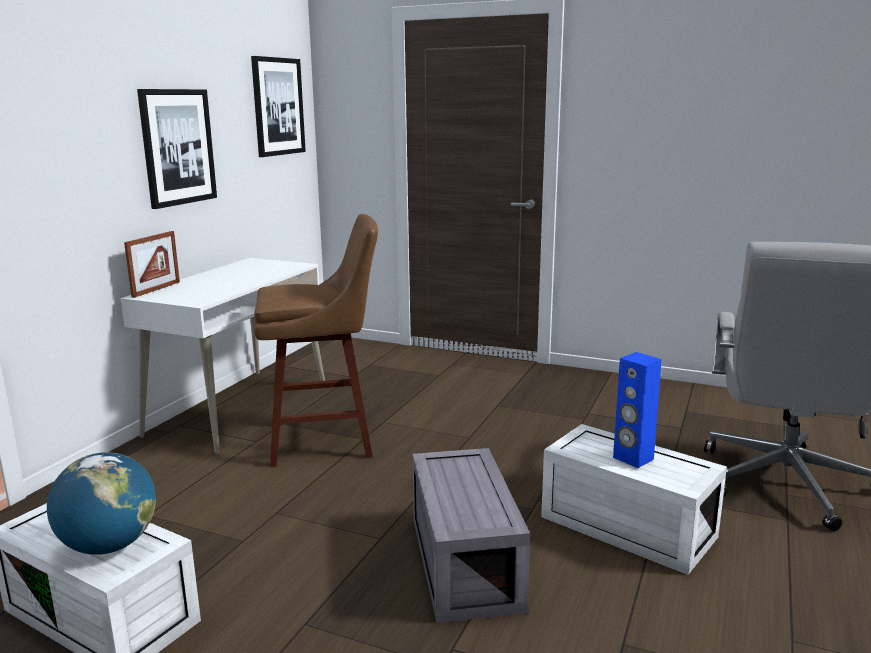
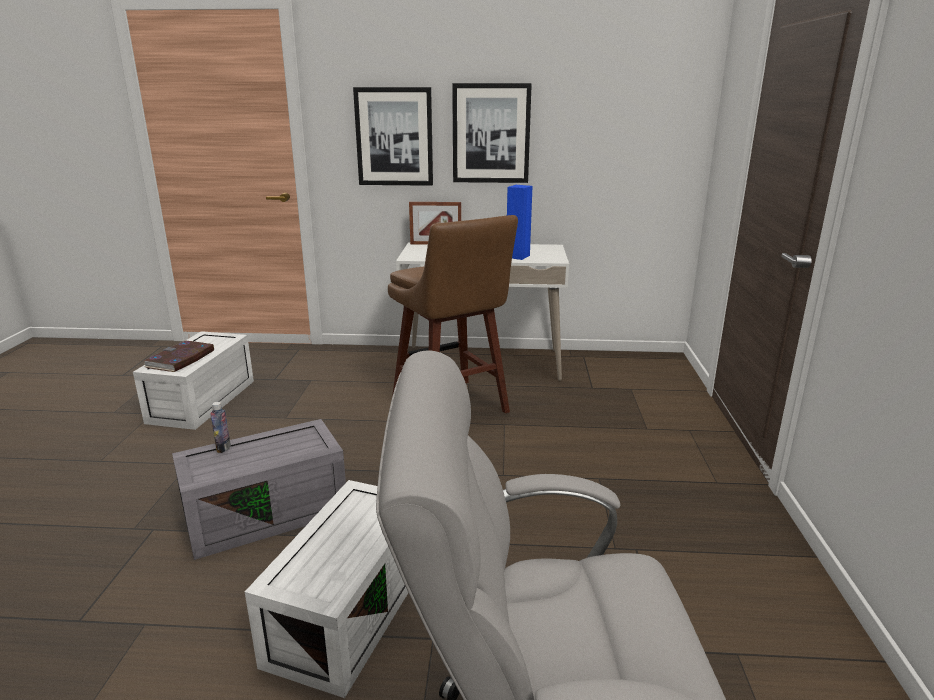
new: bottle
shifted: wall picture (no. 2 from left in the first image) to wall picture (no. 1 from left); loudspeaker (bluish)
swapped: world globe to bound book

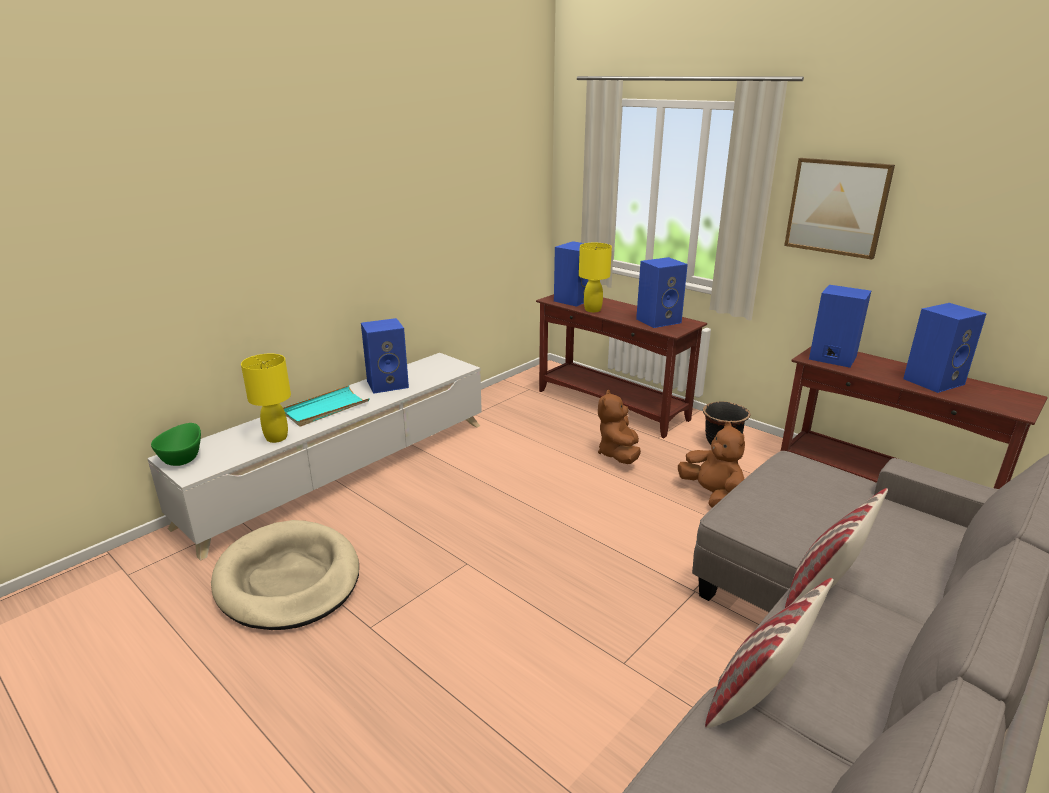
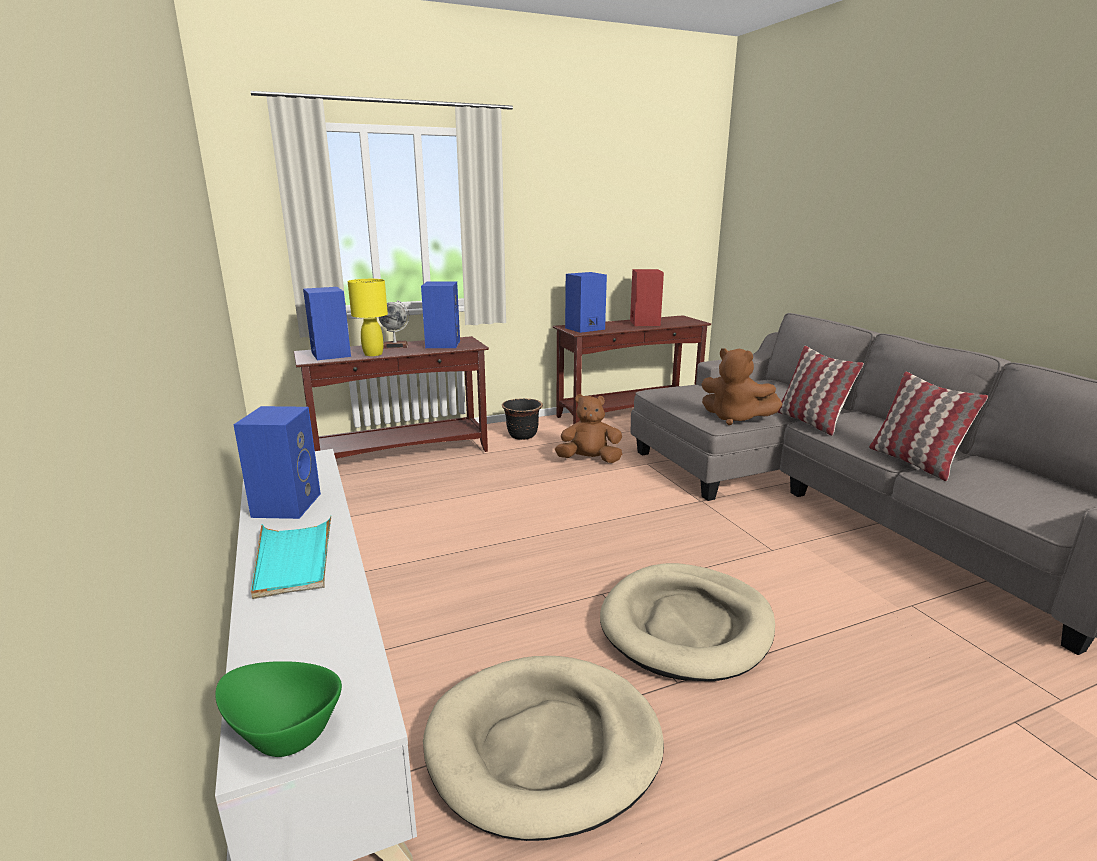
gone: table lamp (yellow) (no. 1 from left); wall picture
new: world globe; dog bed (sand-coloured) (no. 2 from left)
shifted: cuddly toy (brown) (no. 1 from left in the first image) to cuddly toy (brown) (no. 2 from left)
repainted: loudspeaker (bluish) (no. 5 from left) to loudspeaker (red-coloured)

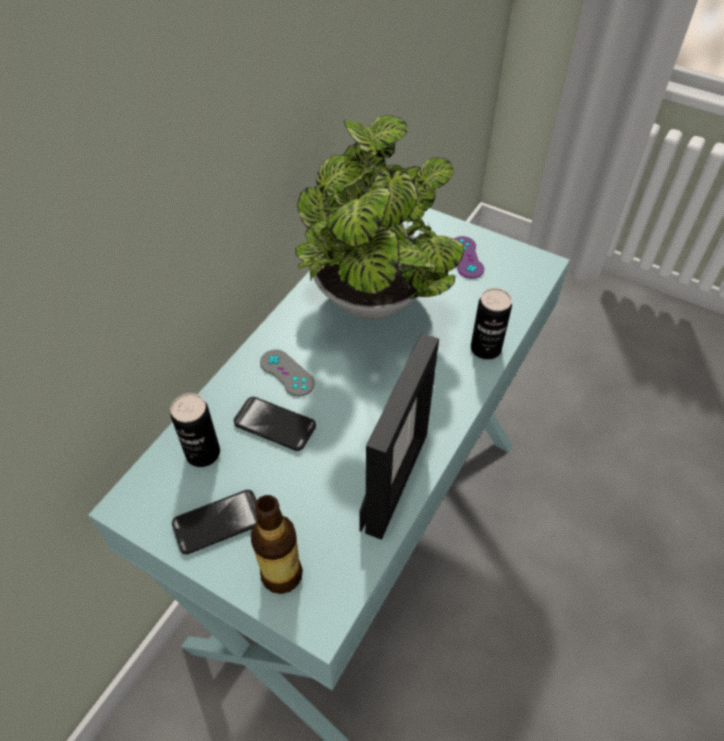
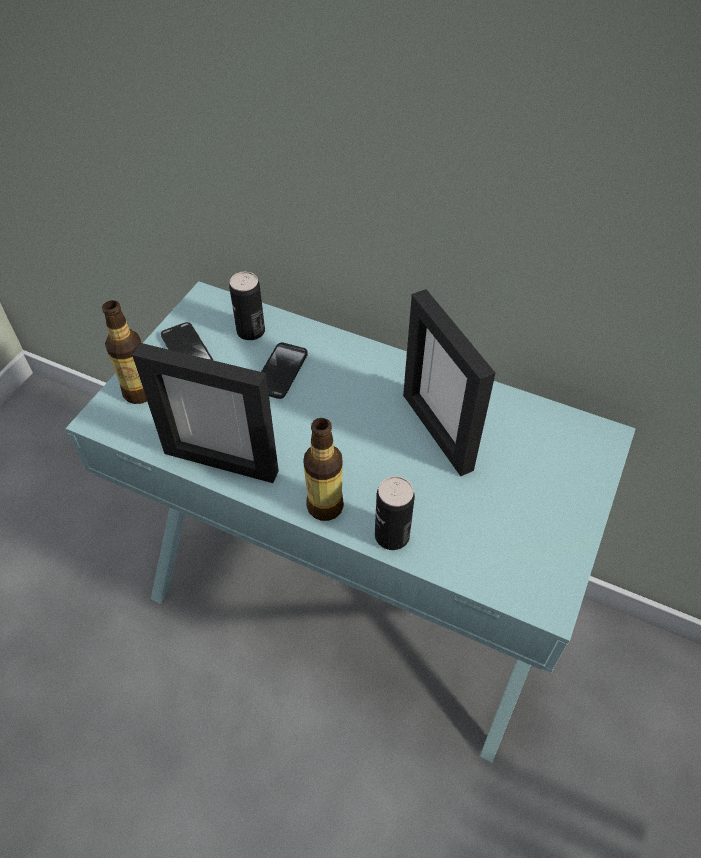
gone: joypad (grey); joypad (purple-coloured)
new: bottle (no. 2 from left)
swapped: houseplant to picture frame (no. 2 from left)

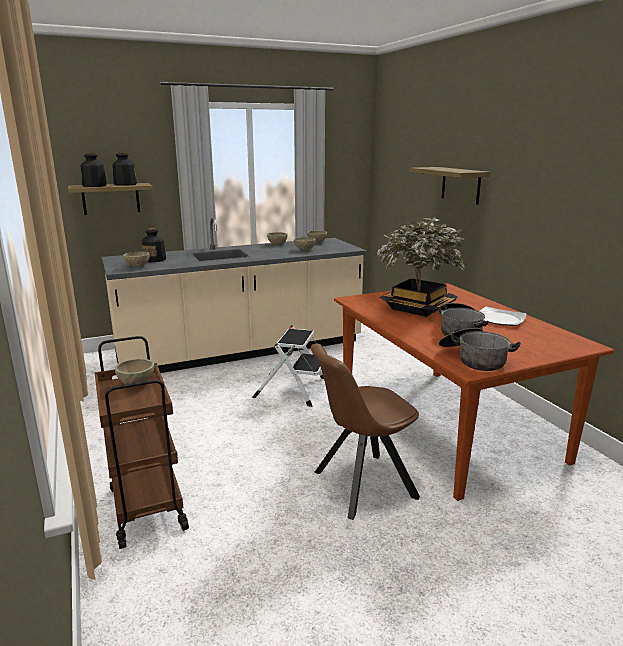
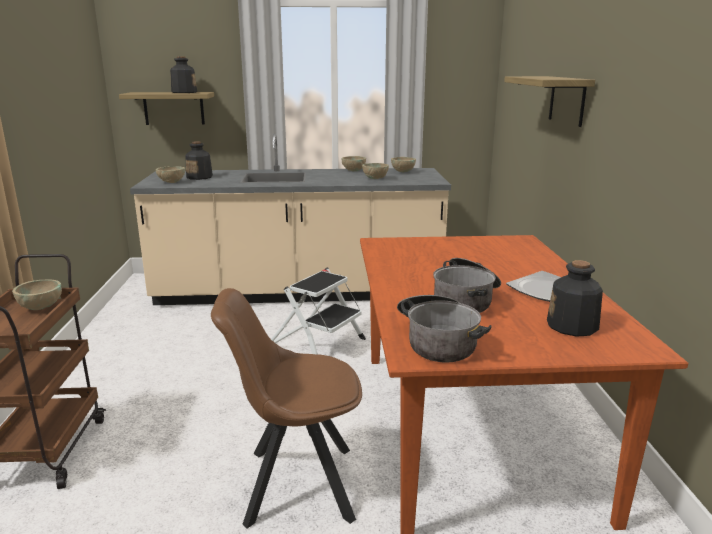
gone: houseplant
shifted: bottle (no. 1 from left in the first image) to bottle (no. 3 from left)

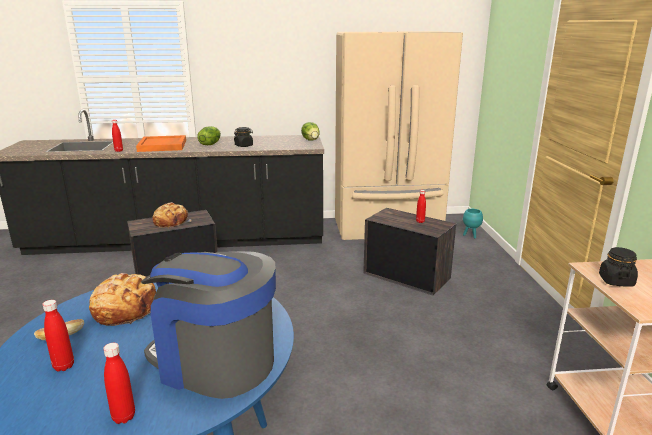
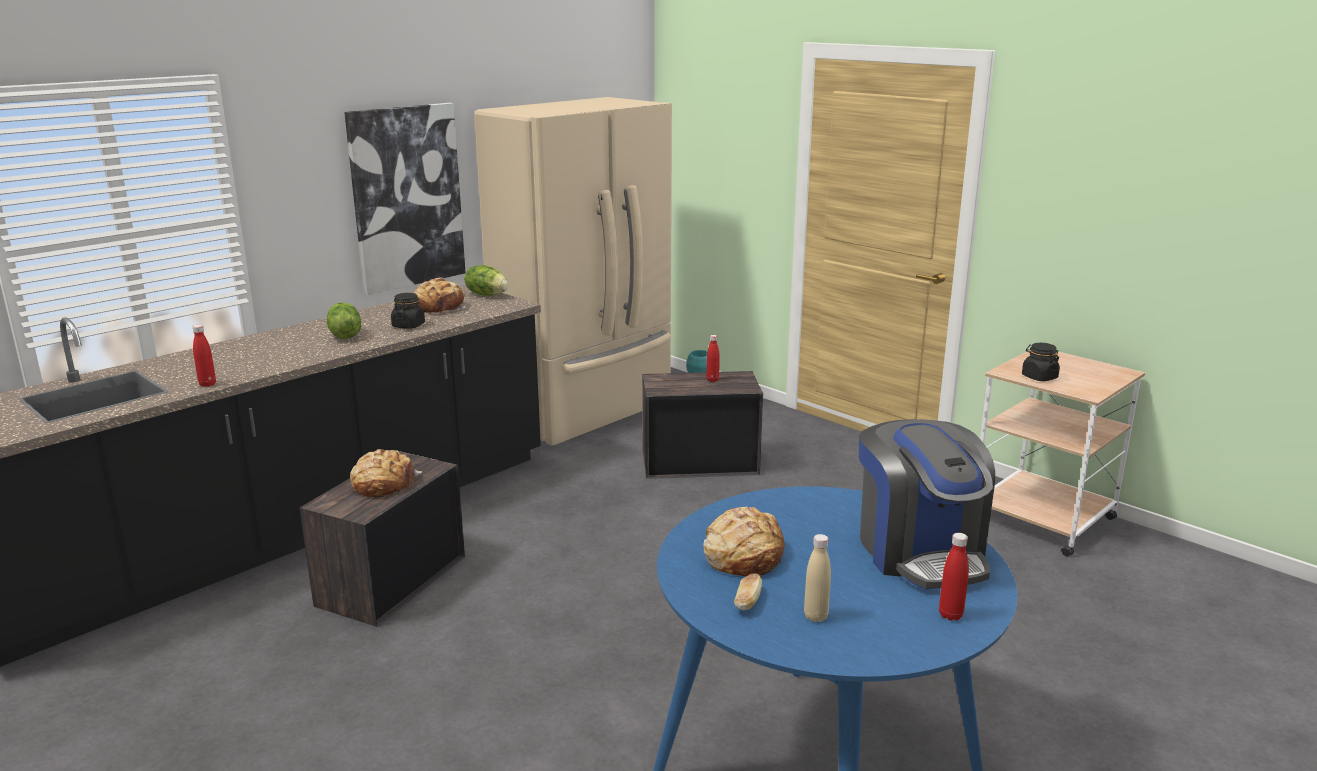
gone: tray (orangey)
new: wall picture; bakery bread (no. 2 from left)
repainted: bottle (red-coloured) (no. 1 from left) to bottle (sand-coloured)
rotated: coffee machine 90 degrees counterclockwise

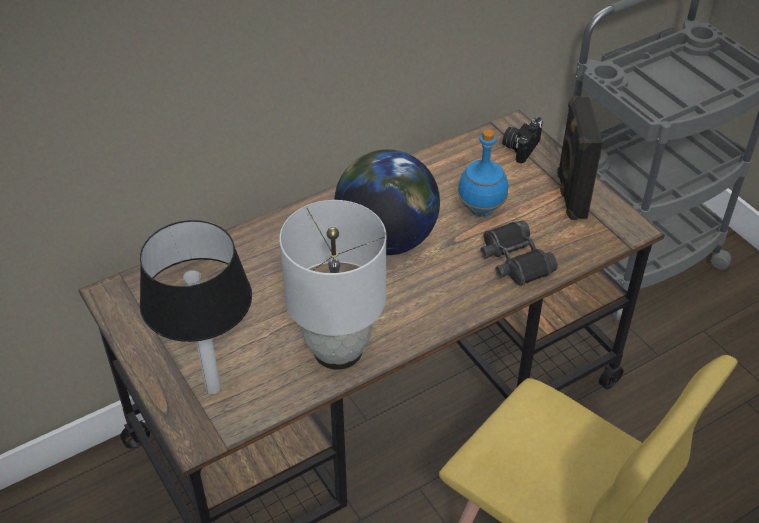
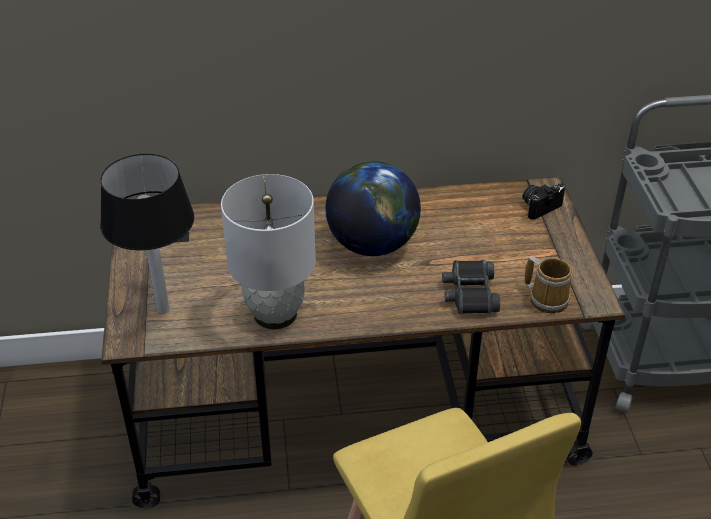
gone: bottle (bluish); loudspeaker (black)
new: tea mug

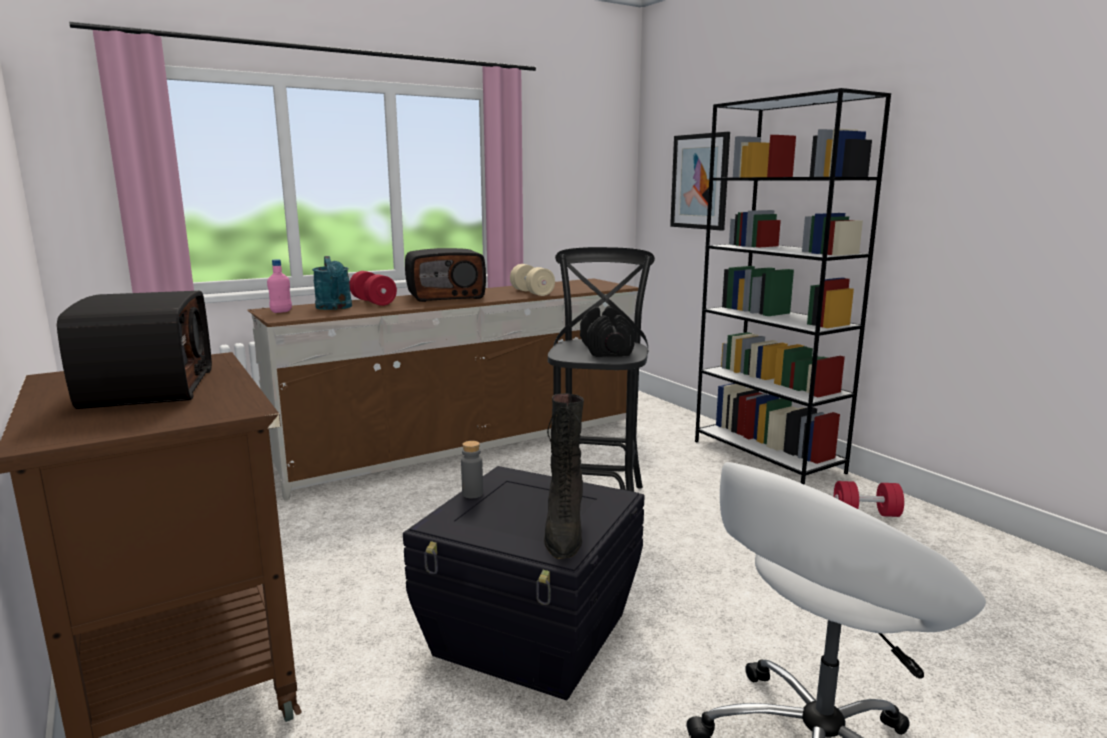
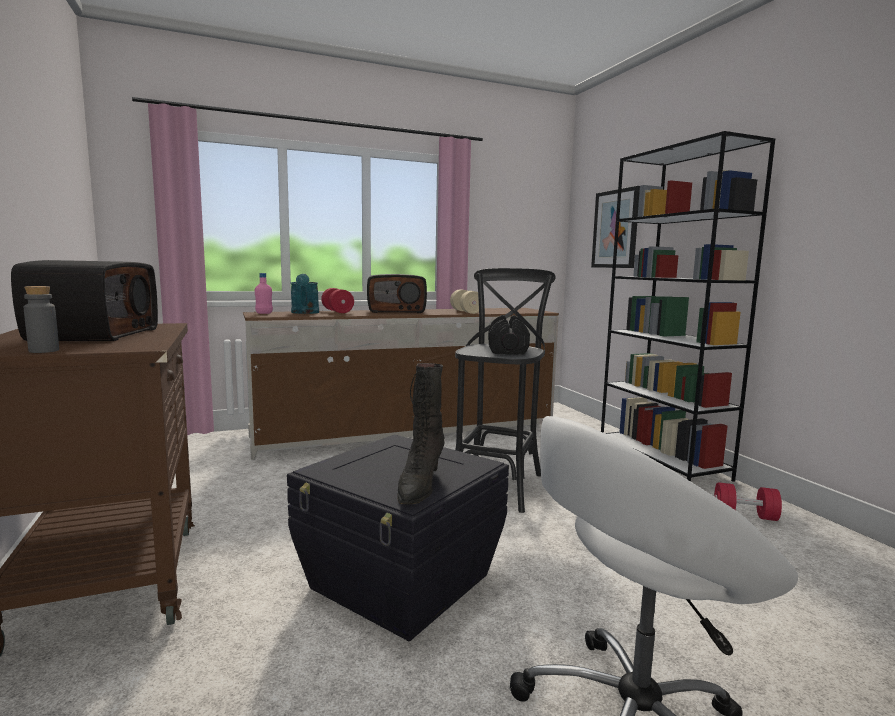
shifted: bottle (grey)

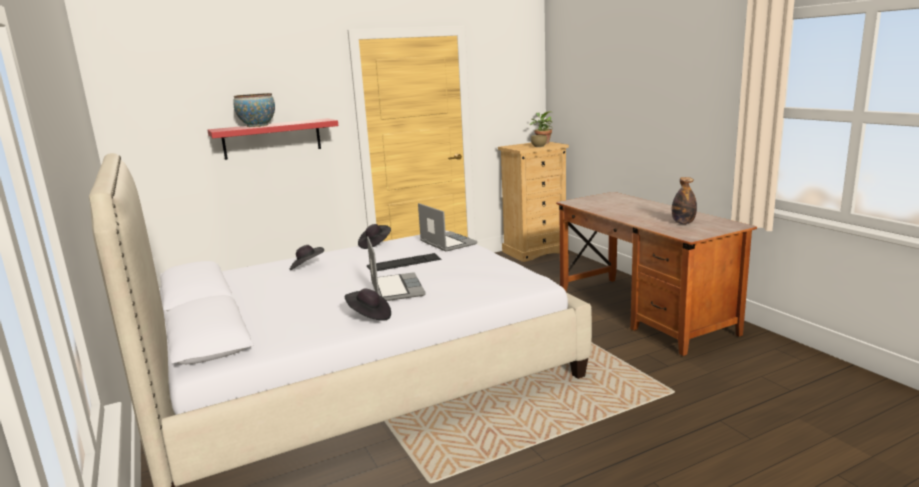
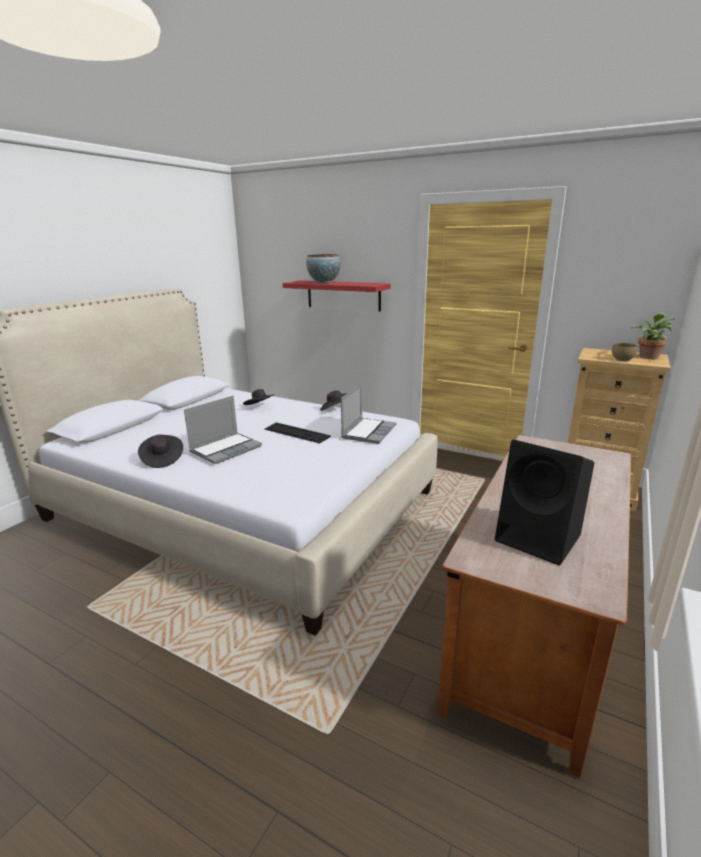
swapped: bottle to loudspeaker (black)

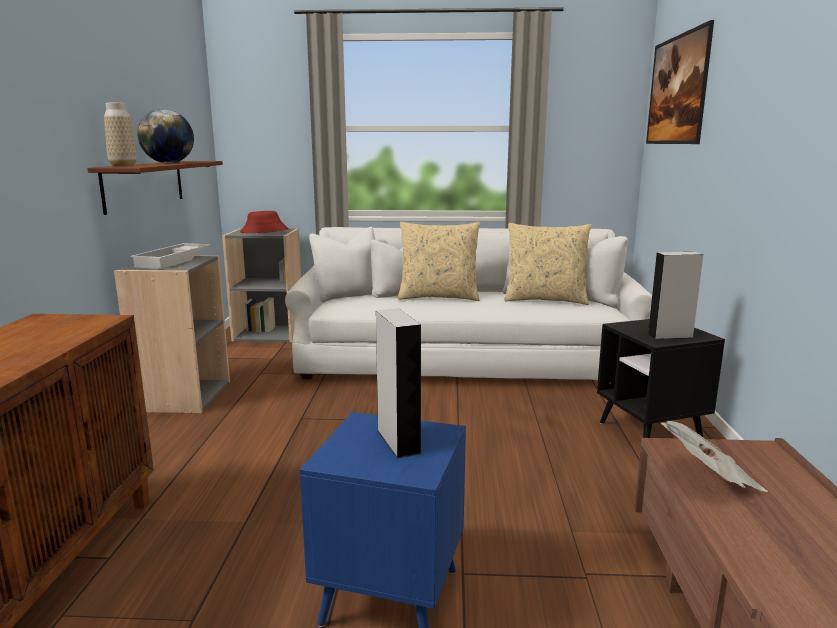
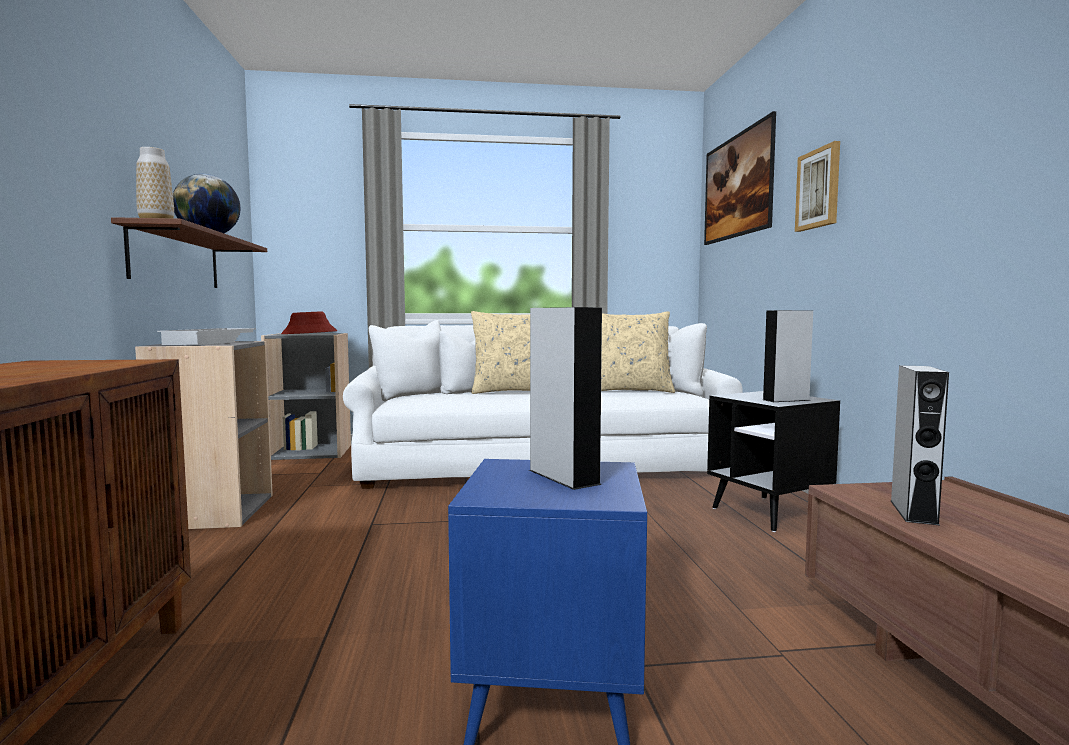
new: wall picture (no. 2 from left)
swapped: daily paper to loudspeaker (grey) (no. 3 from left)

